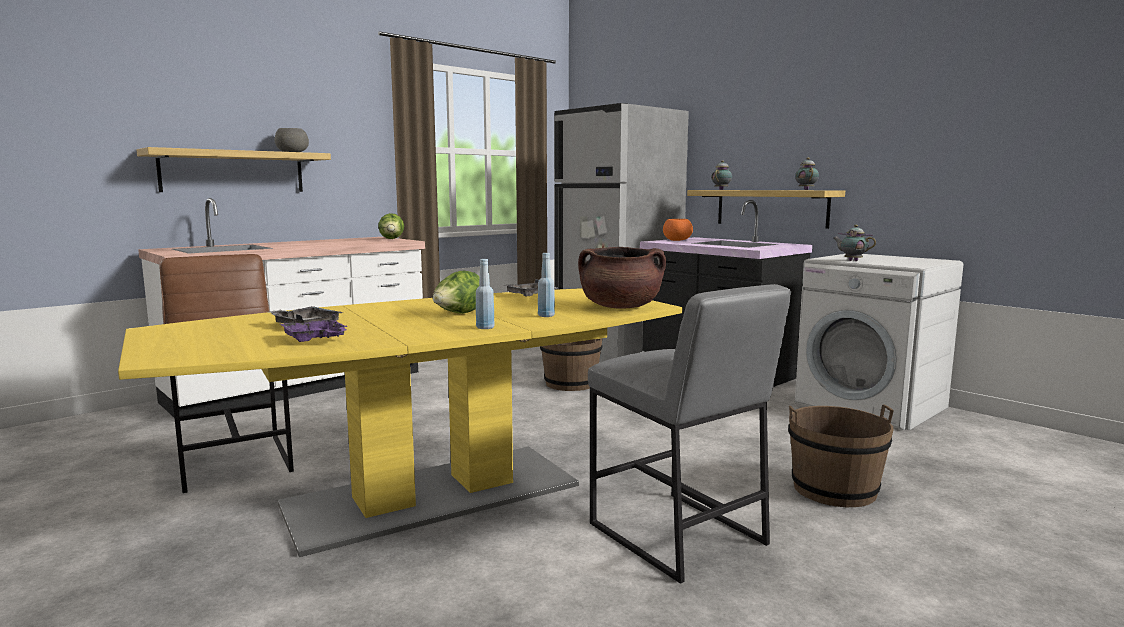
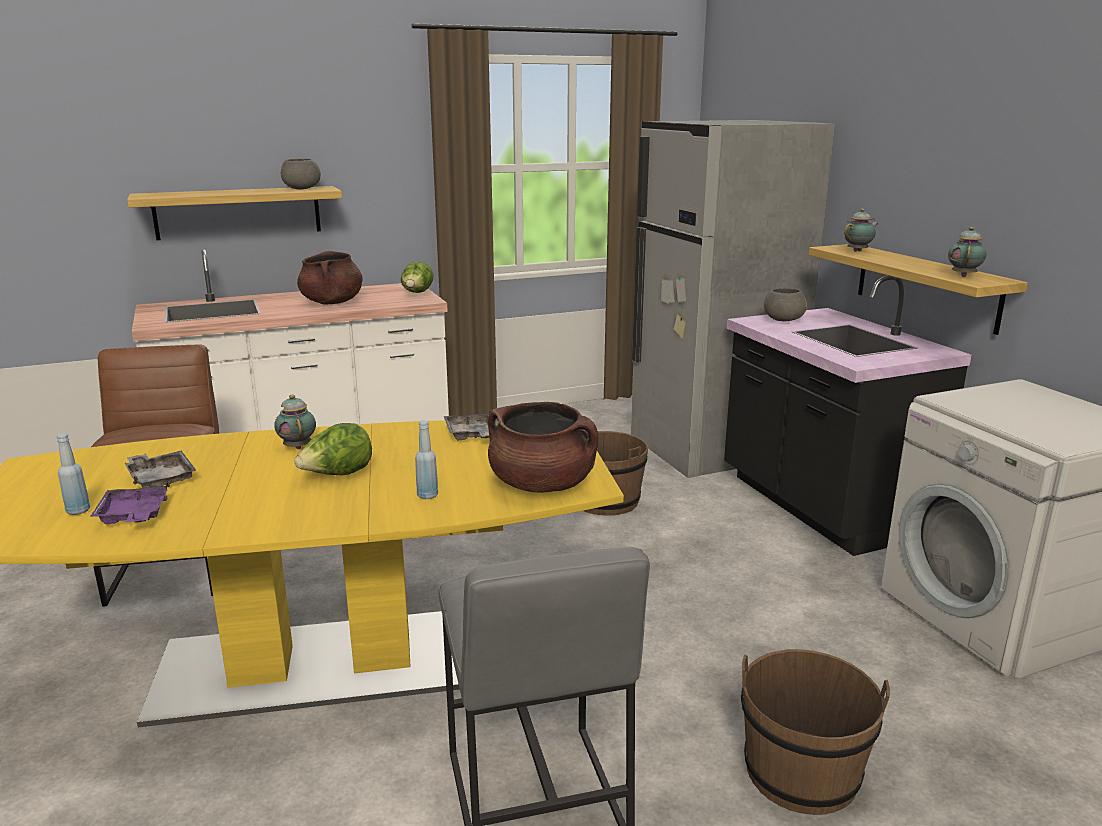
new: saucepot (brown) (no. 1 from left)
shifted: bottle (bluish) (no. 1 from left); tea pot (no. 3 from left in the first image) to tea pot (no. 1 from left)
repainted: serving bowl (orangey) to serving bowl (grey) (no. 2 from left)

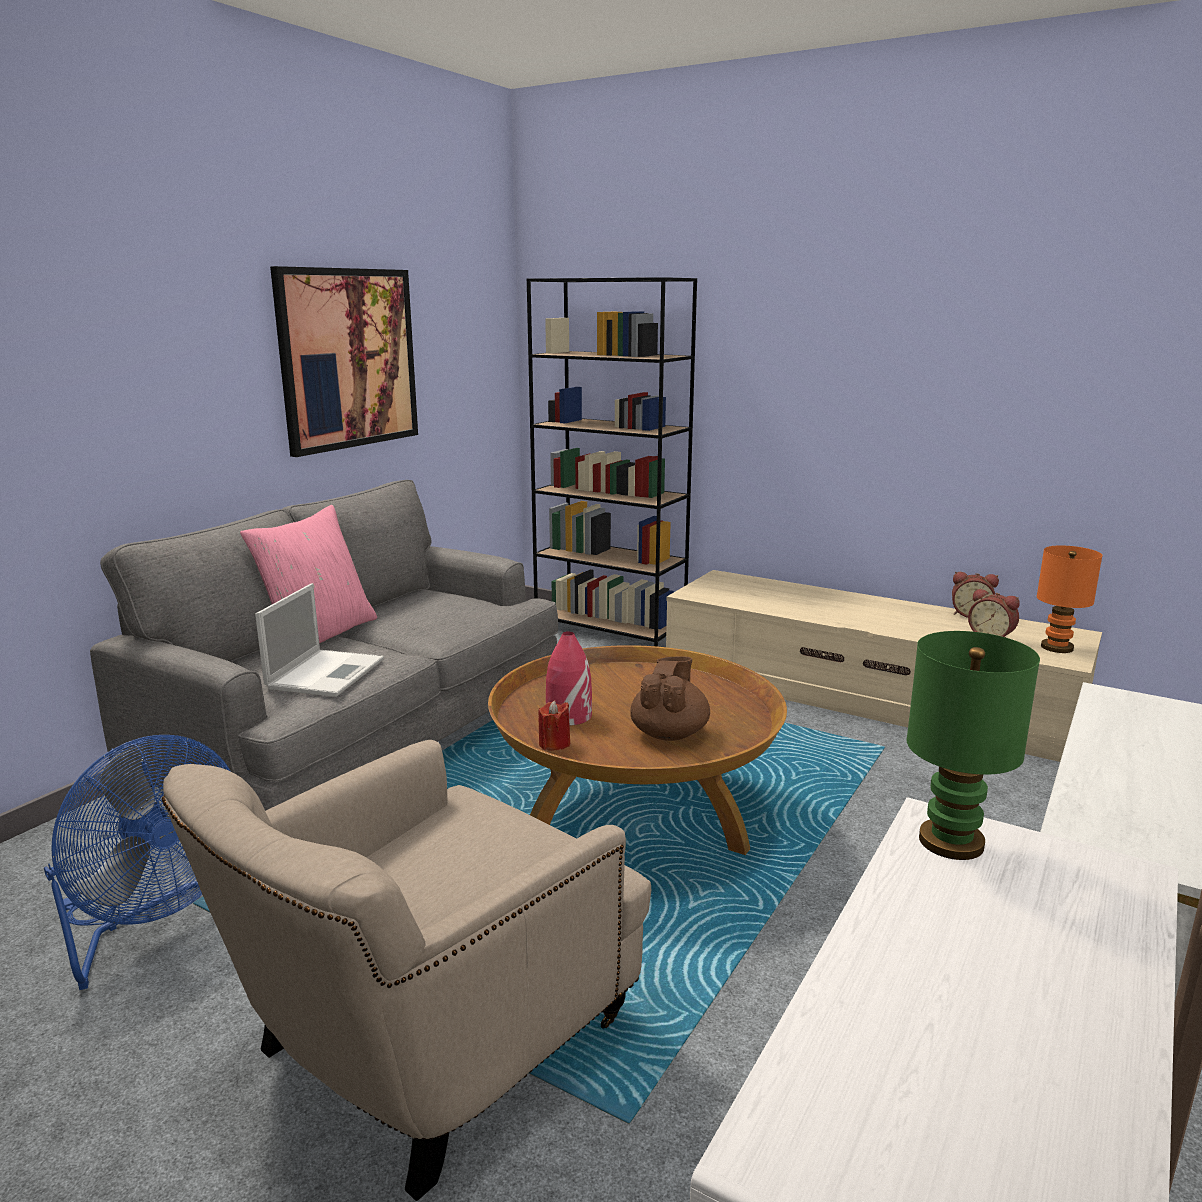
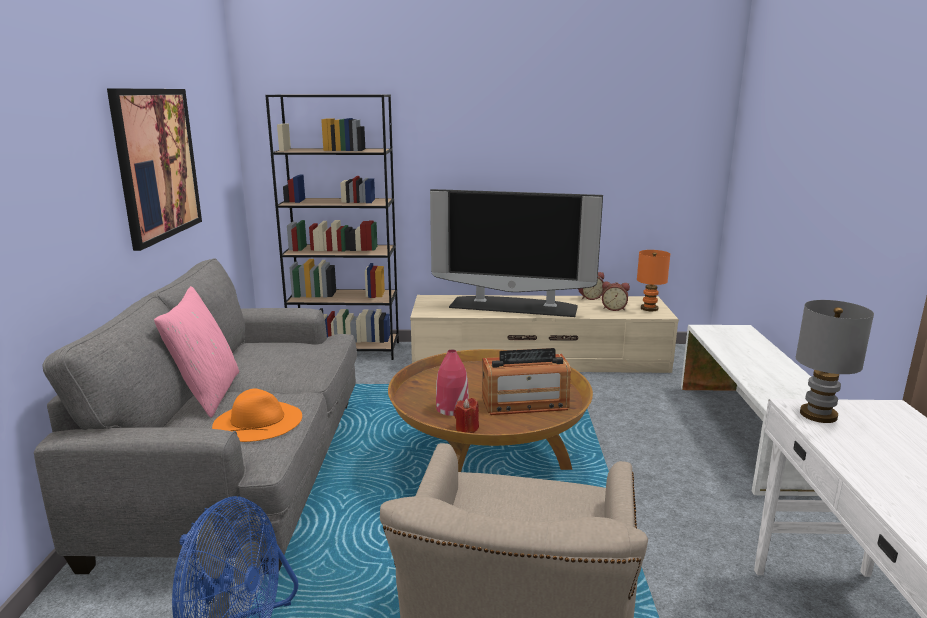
new: TV
swapped: portable computer to clothing hat (orangey); tea pot (brown) to radio set
repainted: table lamp (greenish) to table lamp (grey)

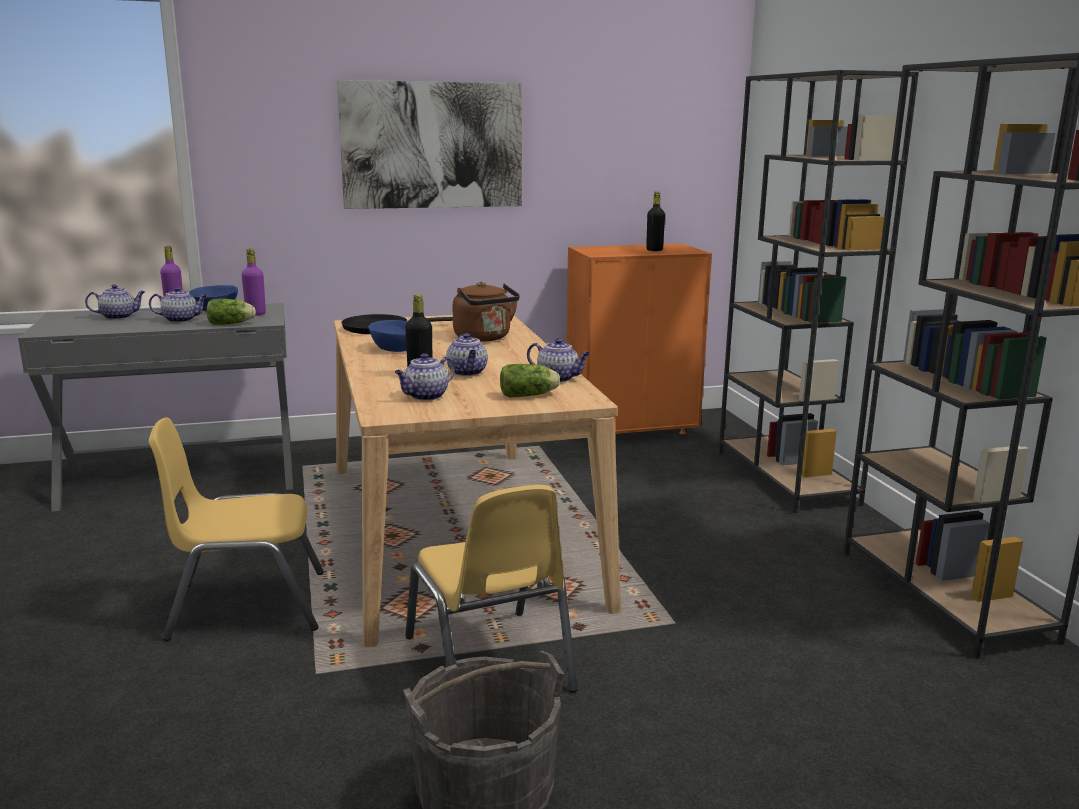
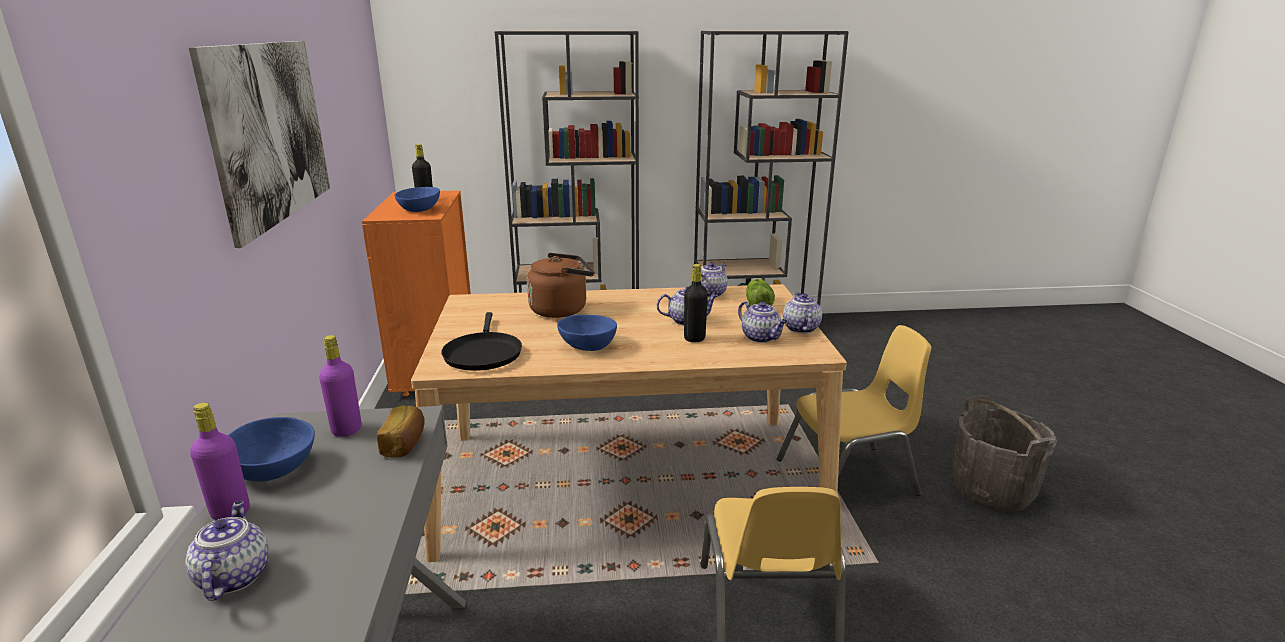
new: serving bowl (bluish) (no. 2 from left)
shifted: tea pot (no. 2 from left in the first image) to tea pot (no. 5 from left)
swapped: lettuce head (no. 1 from left) to bakery bread

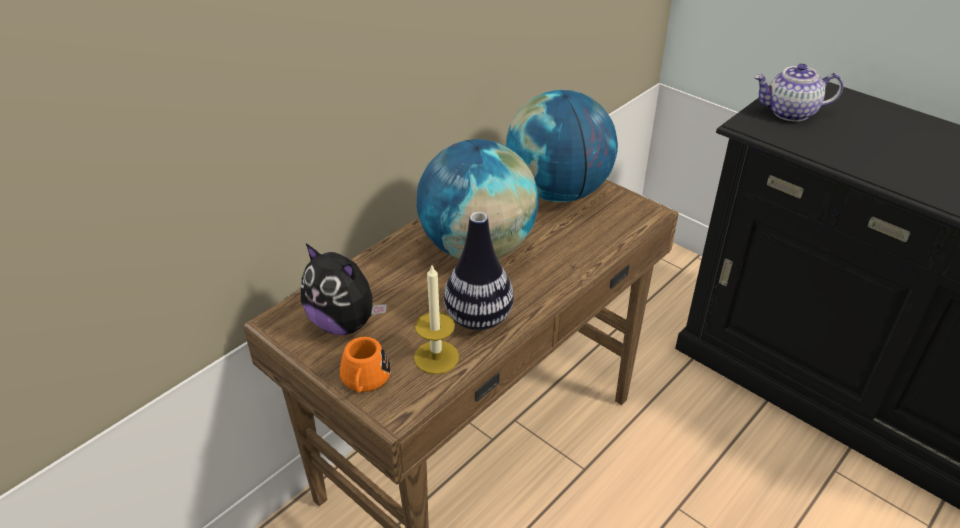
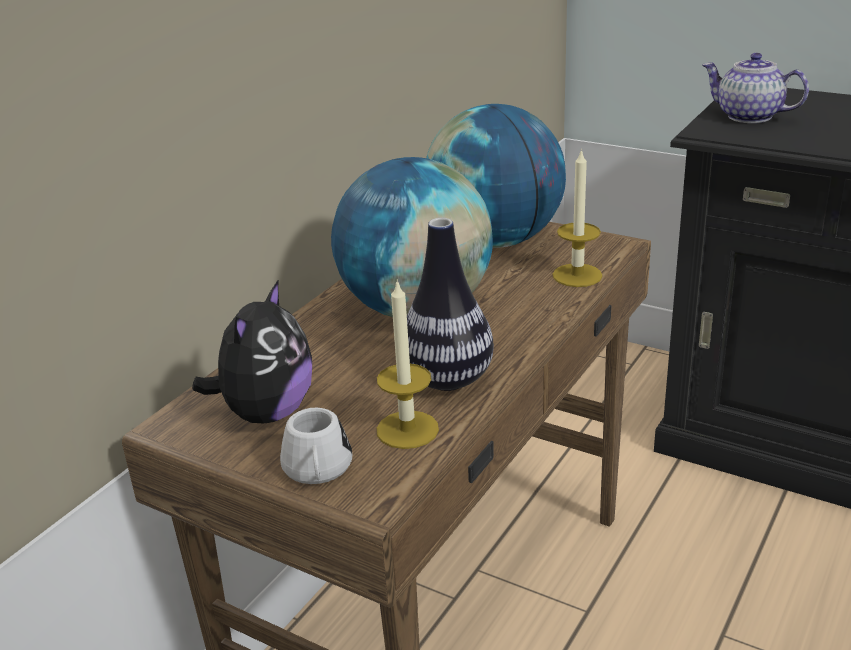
new: wax candle (no. 2 from left)
repainted: tea mug (orangey) to tea mug (whitish)
rotated: cuddly toy 90 degrees counterclockwise; tea pot 45 degrees clockwise

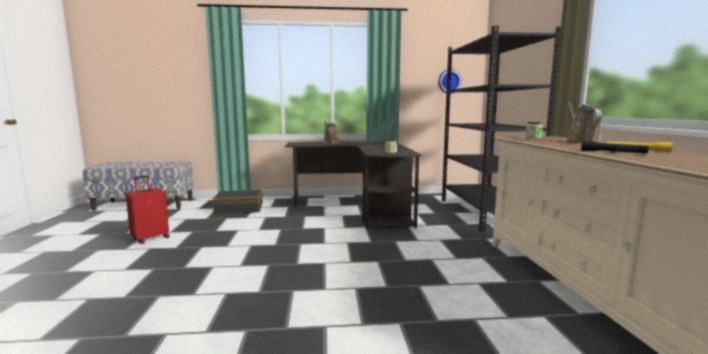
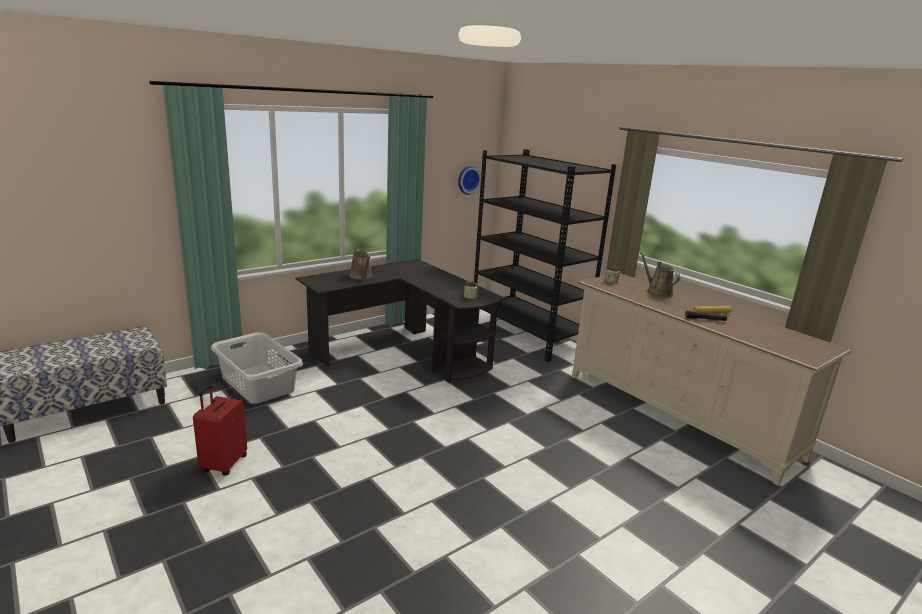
swapped: travel case (black) to laundry basket (grey)

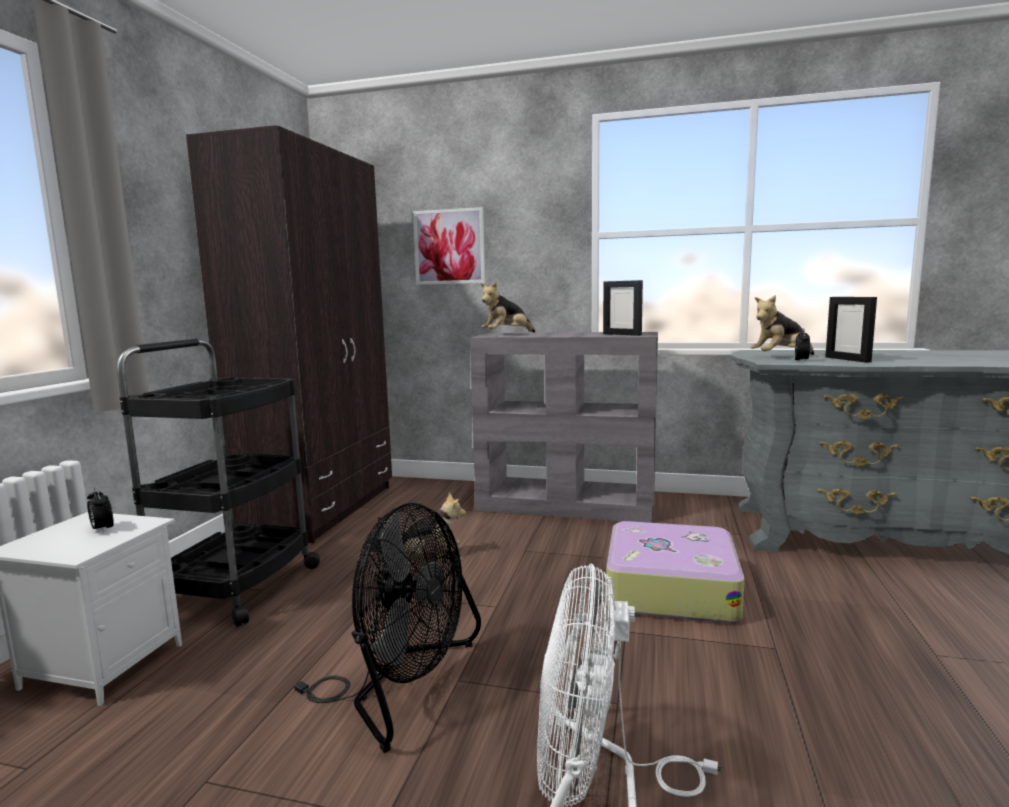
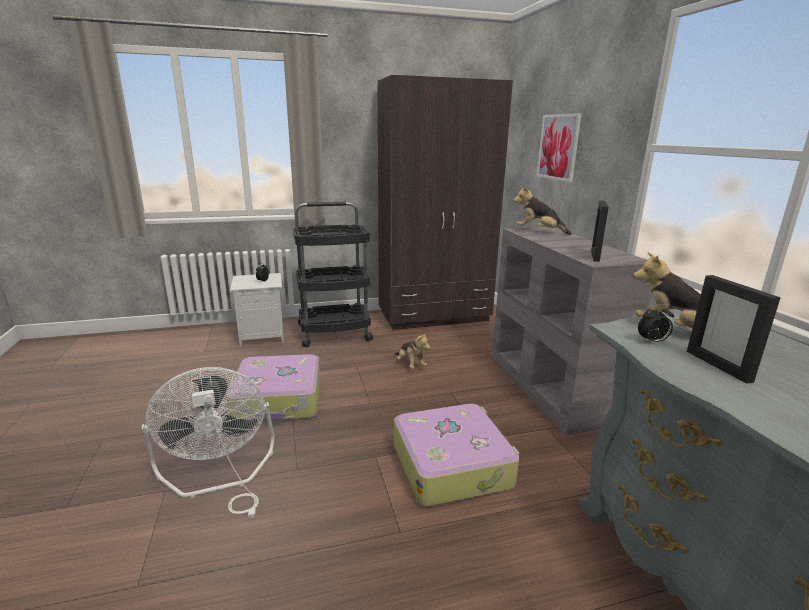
swapped: electric fan (black) to travel case (no. 1 from left)
rotated: picture frame (no. 2 from left) 60 degrees counterclockwise

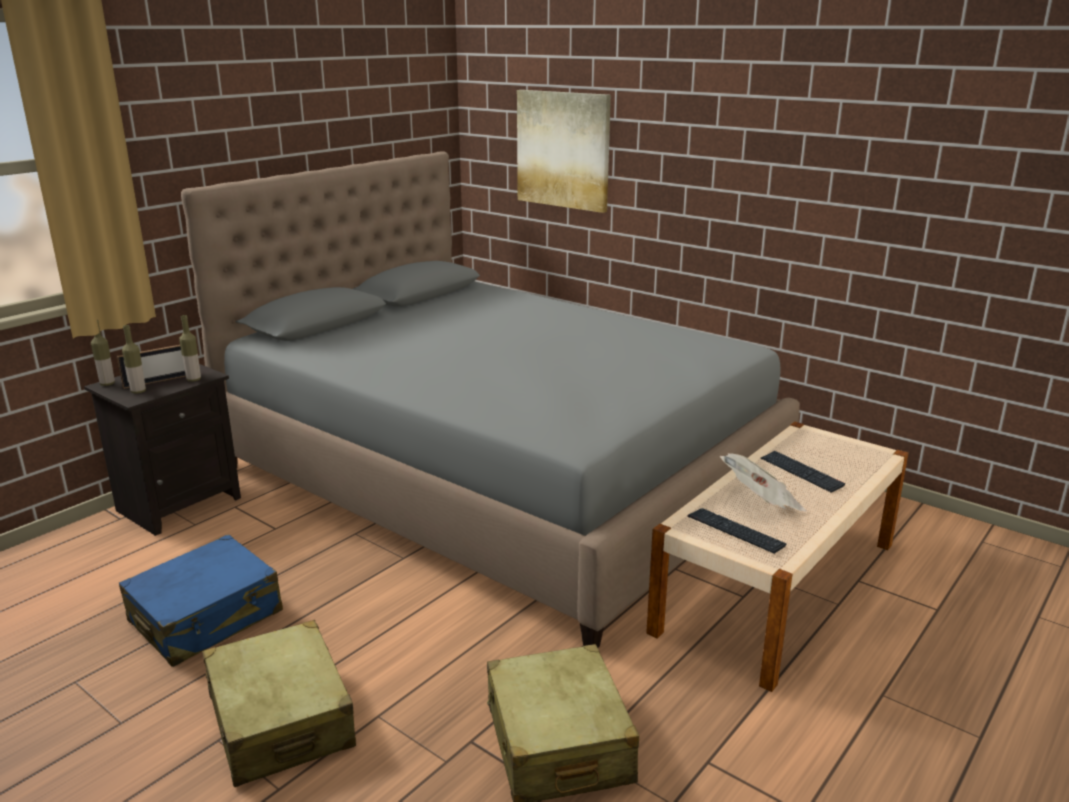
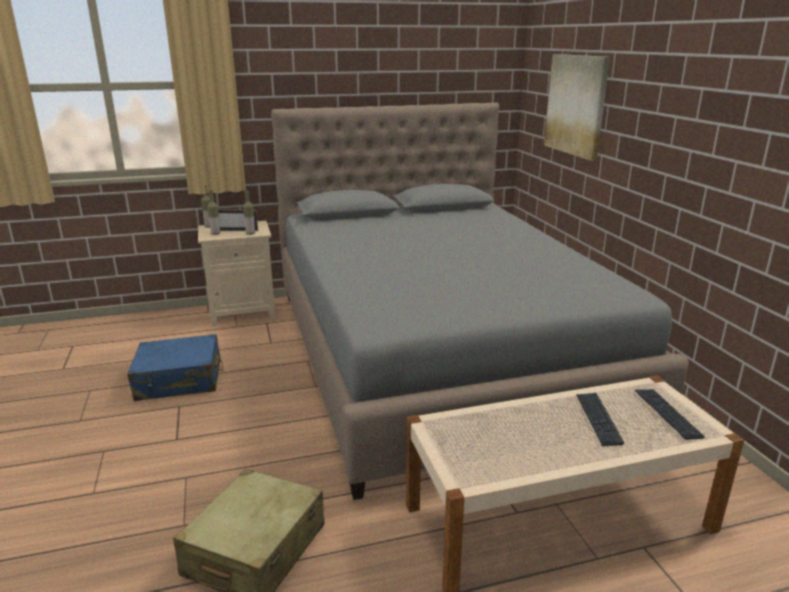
gone: travel case (sand-coloured) (no. 1 from left); daily paper
shifted: computer keyboard (no. 1 from left in the first image) to computer keyboard (no. 2 from left)
repainted: nightstand (black) to nightstand (sand-coloured)

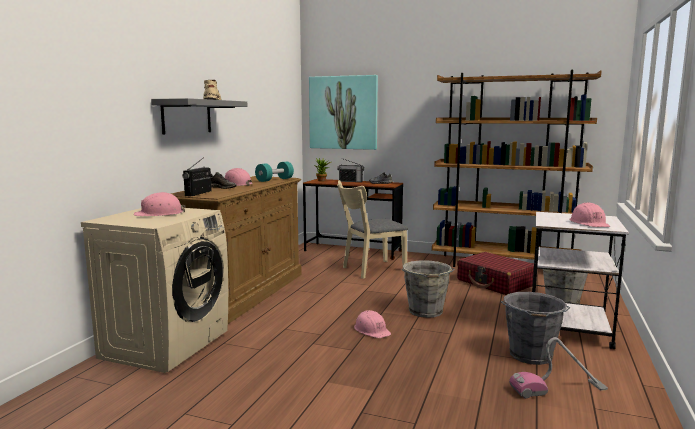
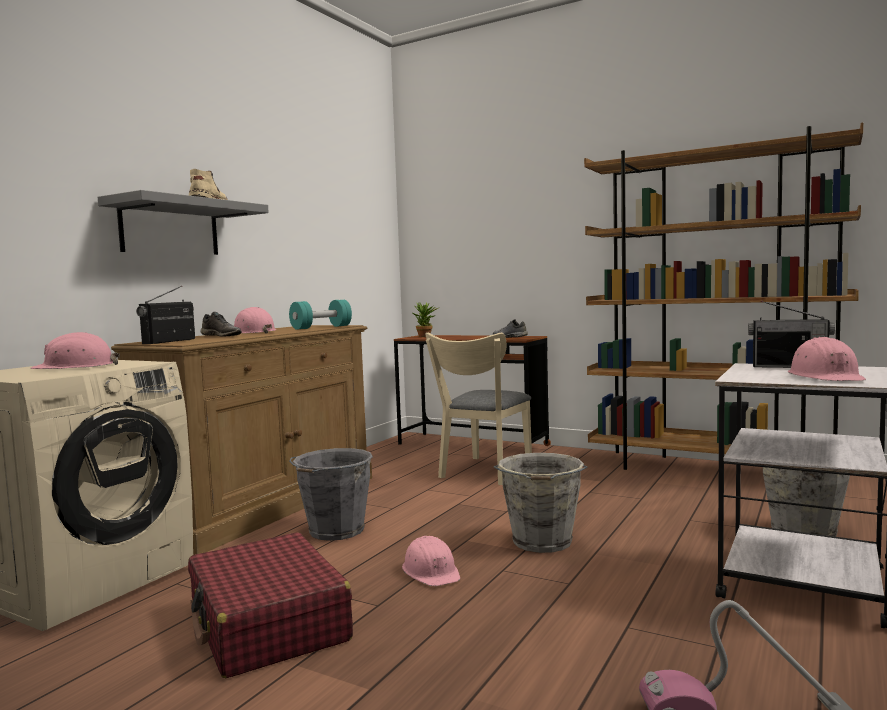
gone: wall picture
shifted: radio set (no. 2 from left); travel case (red-coloured); pail (grey) (no. 2 from left in the first image) to pail (grey) (no. 1 from left)
rotated: chair (sand-coloured) 45 degrees counterclockwise

